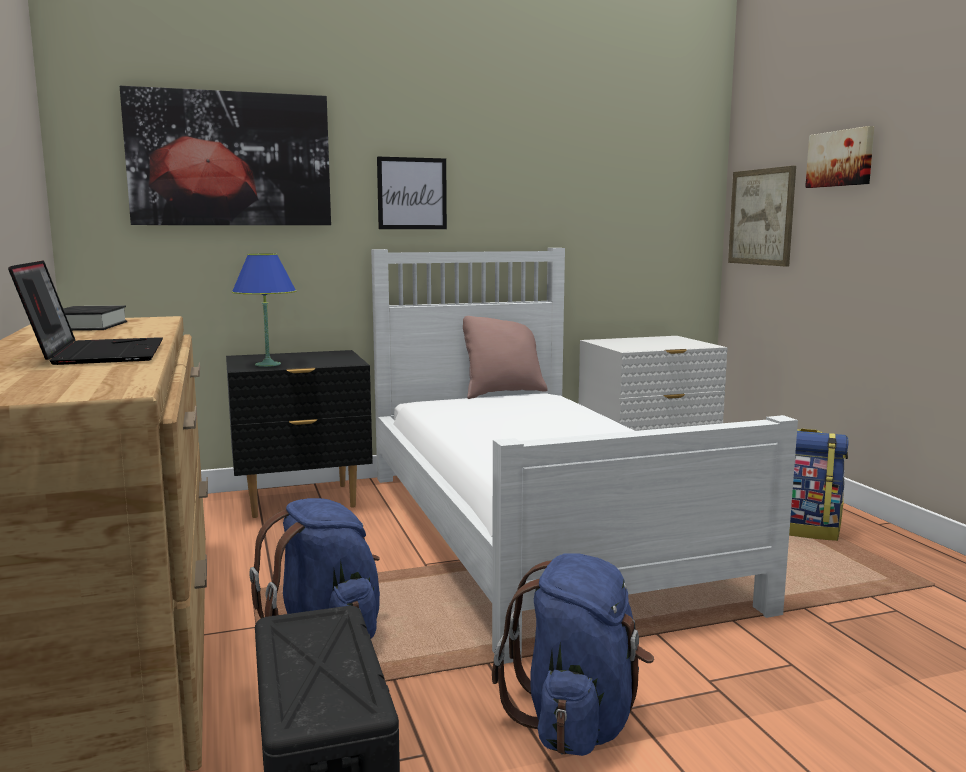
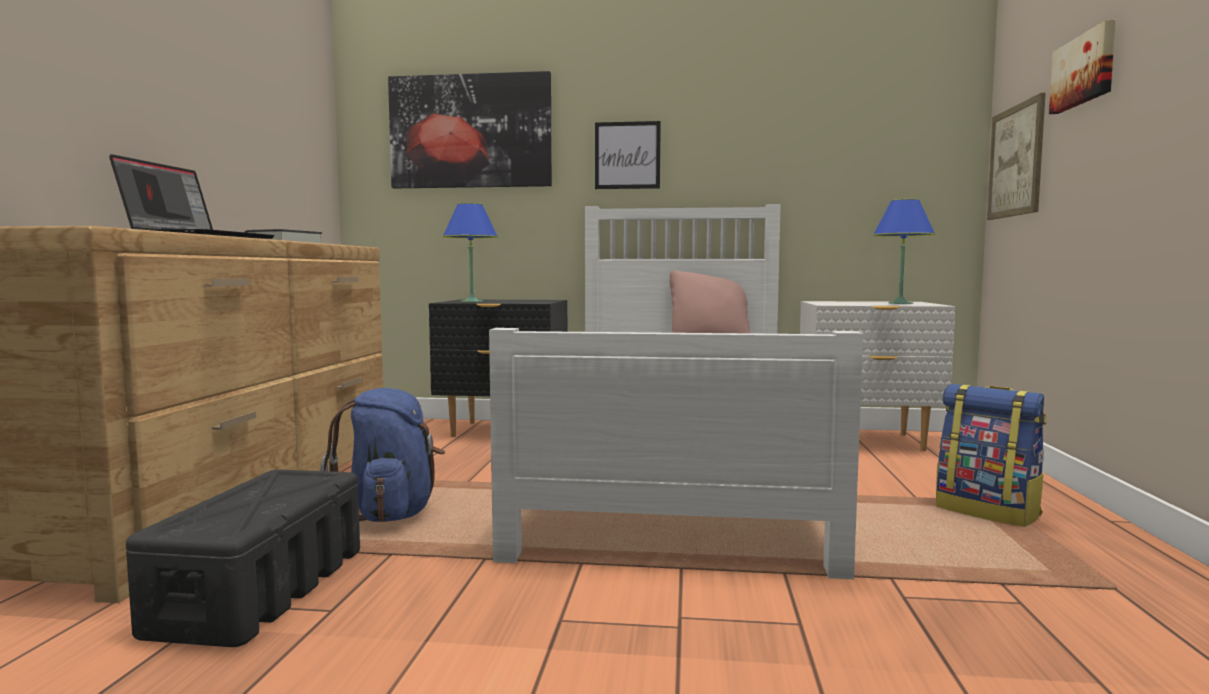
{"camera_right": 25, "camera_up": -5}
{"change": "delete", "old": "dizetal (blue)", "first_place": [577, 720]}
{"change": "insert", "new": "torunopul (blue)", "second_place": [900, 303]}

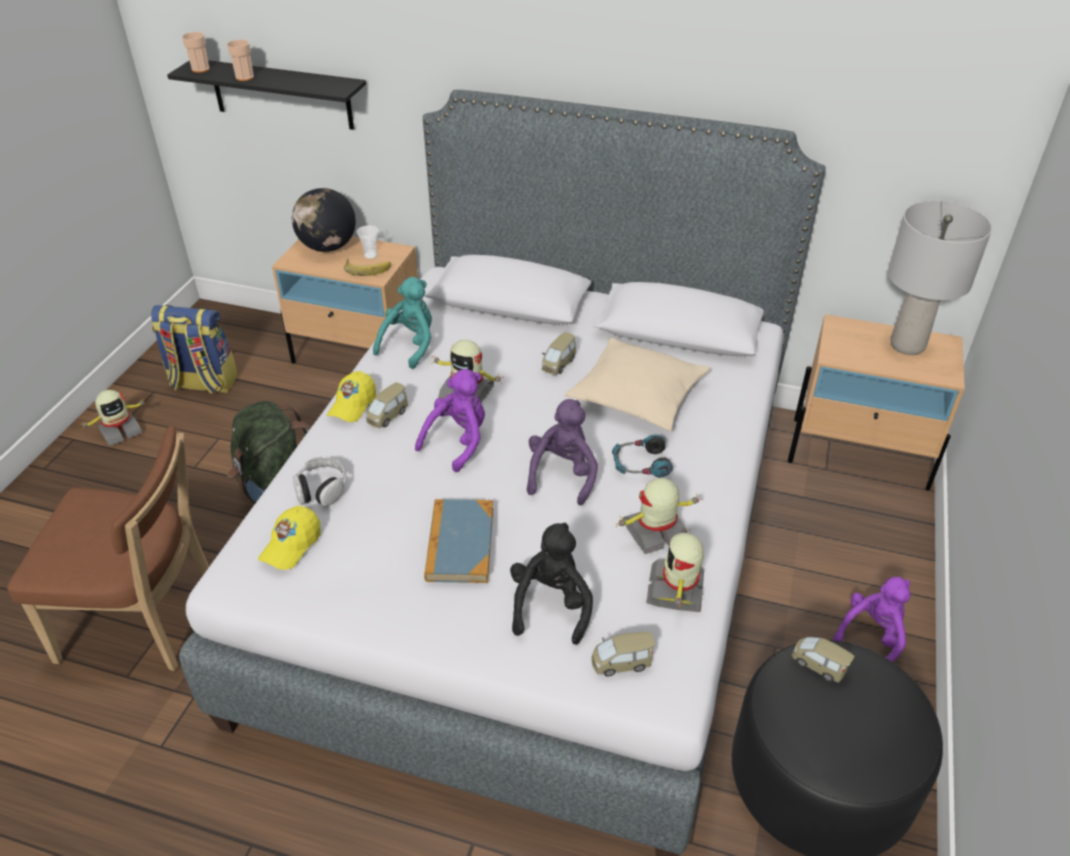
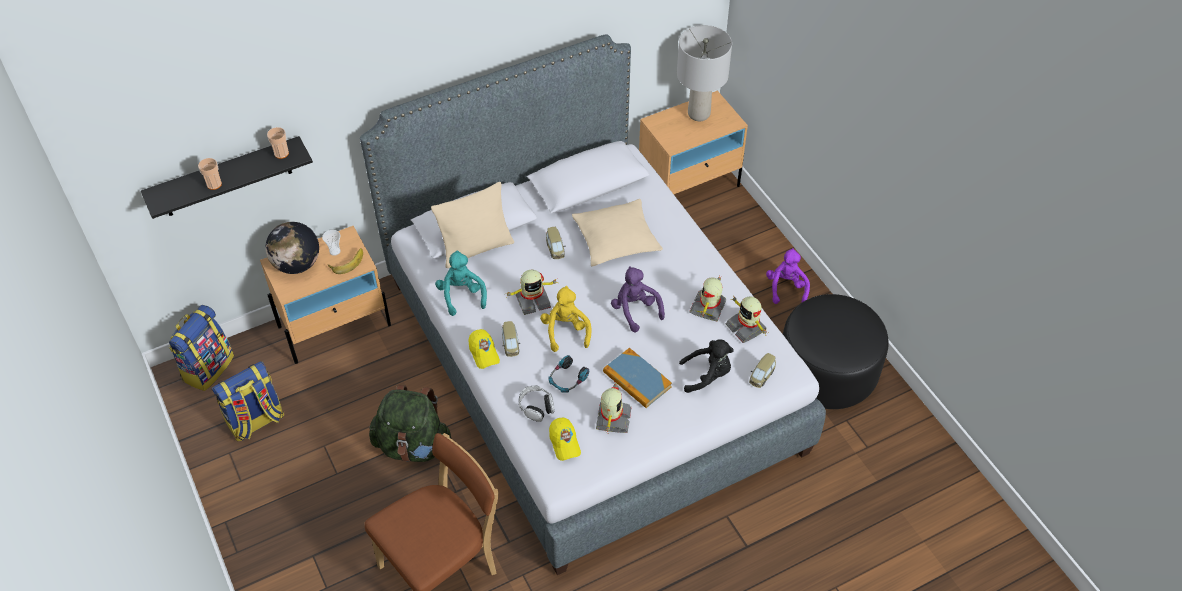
{"camera_right": -45, "camera_up": 10}
{"change": "move", "old": "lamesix", "first_place": [120, 431], "second_place": [612, 419]}
{"change": "move", "old": "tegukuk", "first_place": [200, 69], "second_place": [281, 153]}
{"change": "recolor", "old": "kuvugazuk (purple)", "new": "kuvugazuk (yellow)", "first_place": [458, 441], "second_place": [566, 331]}
{"change": "rotate", "old": "kuvugazuk (black)", "first_place": [551, 605], "second_place": [707, 375], "degrees": 120}
{"change": "move", "old": "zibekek", "first_place": [640, 464], "second_place": [567, 379]}
{"change": "delete", "old": "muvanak", "first_place": [819, 664]}
{"change": "insert", "new": "dizetal", "second_place": [208, 367]}
{"change": "insert", "new": "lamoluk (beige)", "second_place": [476, 248]}

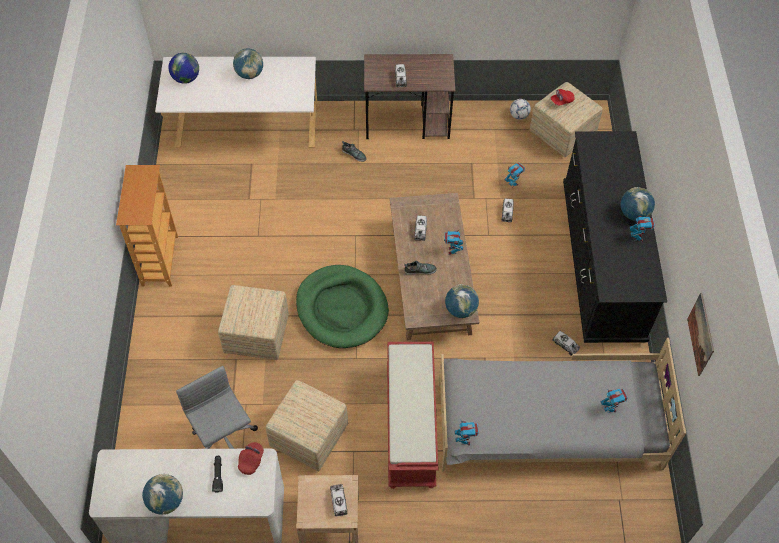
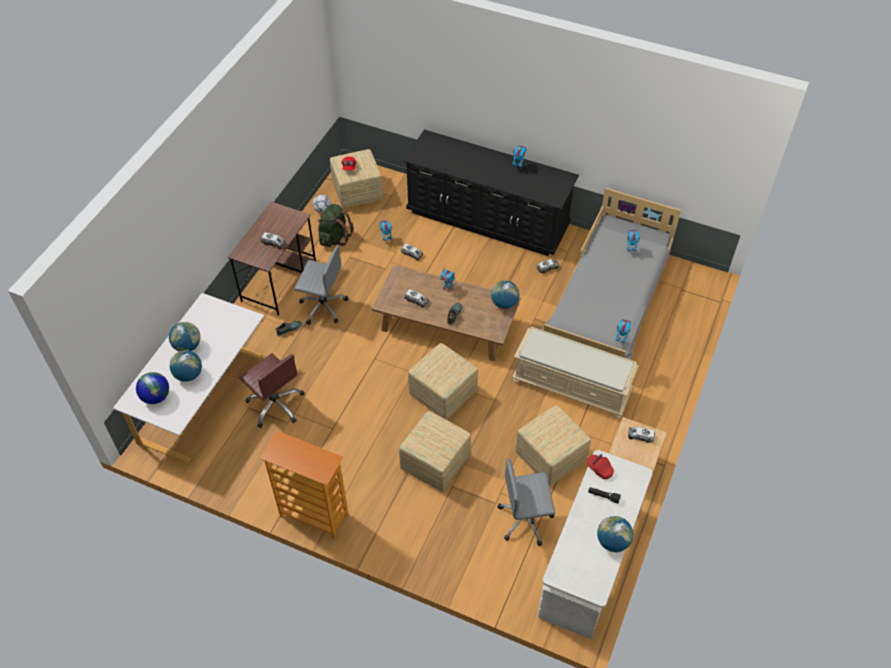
{"camera_right": -65, "camera_up": -5}
{"change": "replace", "old": "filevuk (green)", "new": "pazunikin", "first_place": [341, 308], "second_place": [442, 393]}
{"change": "recolor", "old": "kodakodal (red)", "new": "kodakodal (beige)", "first_place": [411, 426], "second_place": [572, 386]}
{"change": "move", "old": "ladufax", "first_place": [634, 214], "second_place": [189, 375]}
{"change": "delete", "old": "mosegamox", "first_place": [700, 334]}
{"change": "insert", "new": "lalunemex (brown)", "second_place": [276, 404]}
{"change": "insert", "new": "lalunemex (grey)", "second_place": [322, 306]}
{"change": "insert", "new": "dizetal (green)", "second_place": [334, 237]}

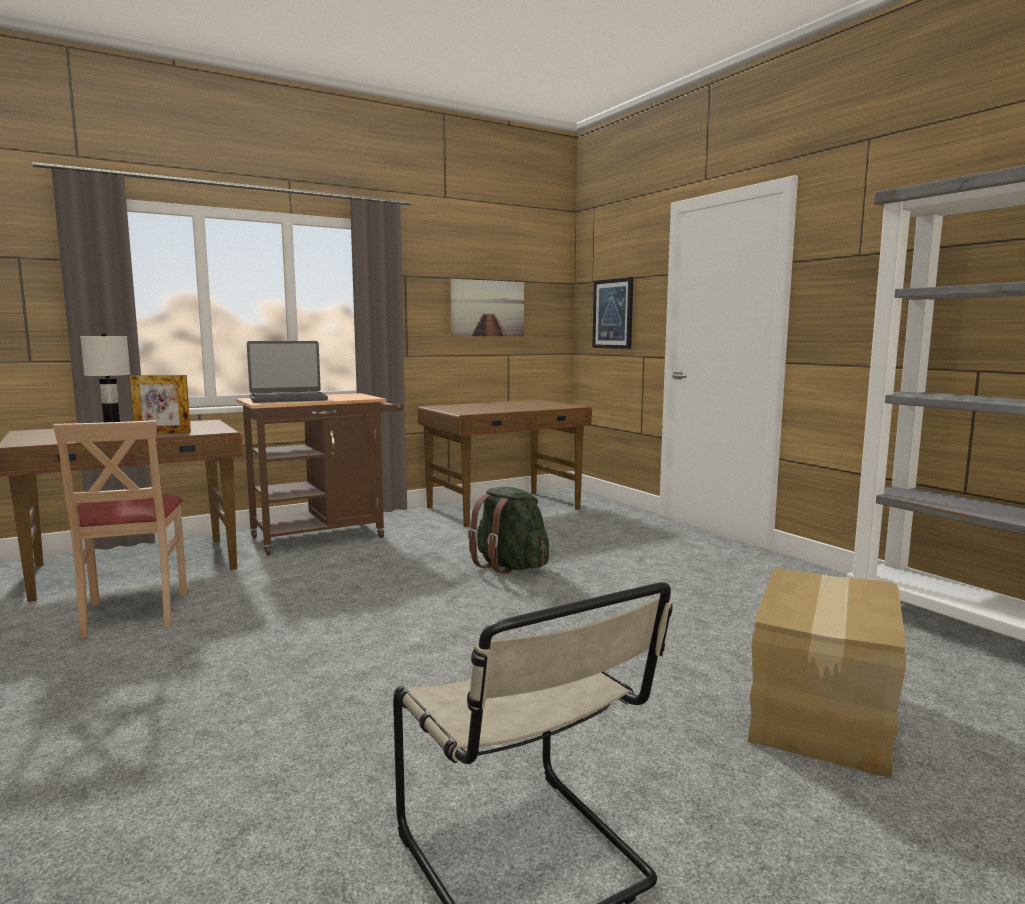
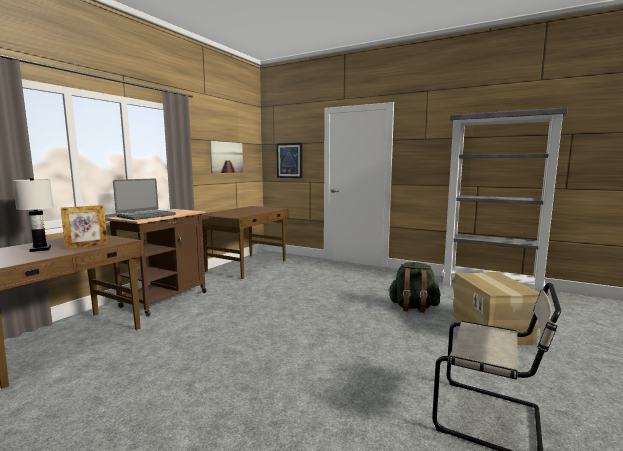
{"camera_right": -30, "camera_up": 0}
{"change": "delete", "old": "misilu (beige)", "first_place": [133, 613]}
{"change": "move", "old": "dizetal (green)", "first_place": [509, 567], "second_place": [413, 307]}

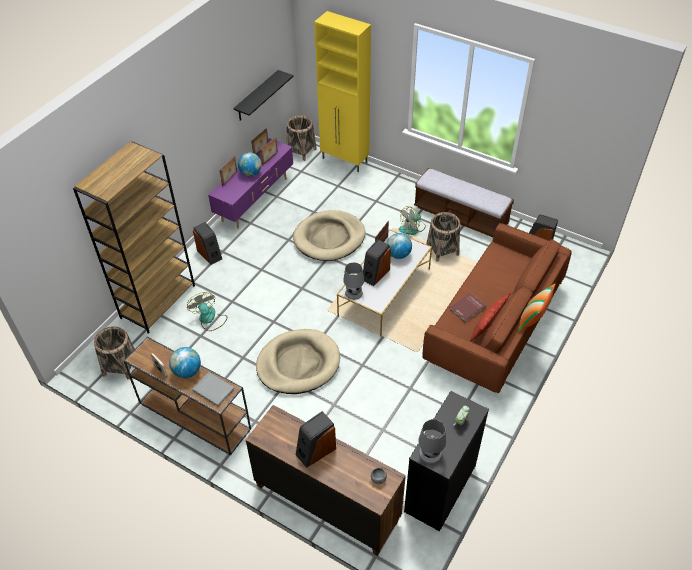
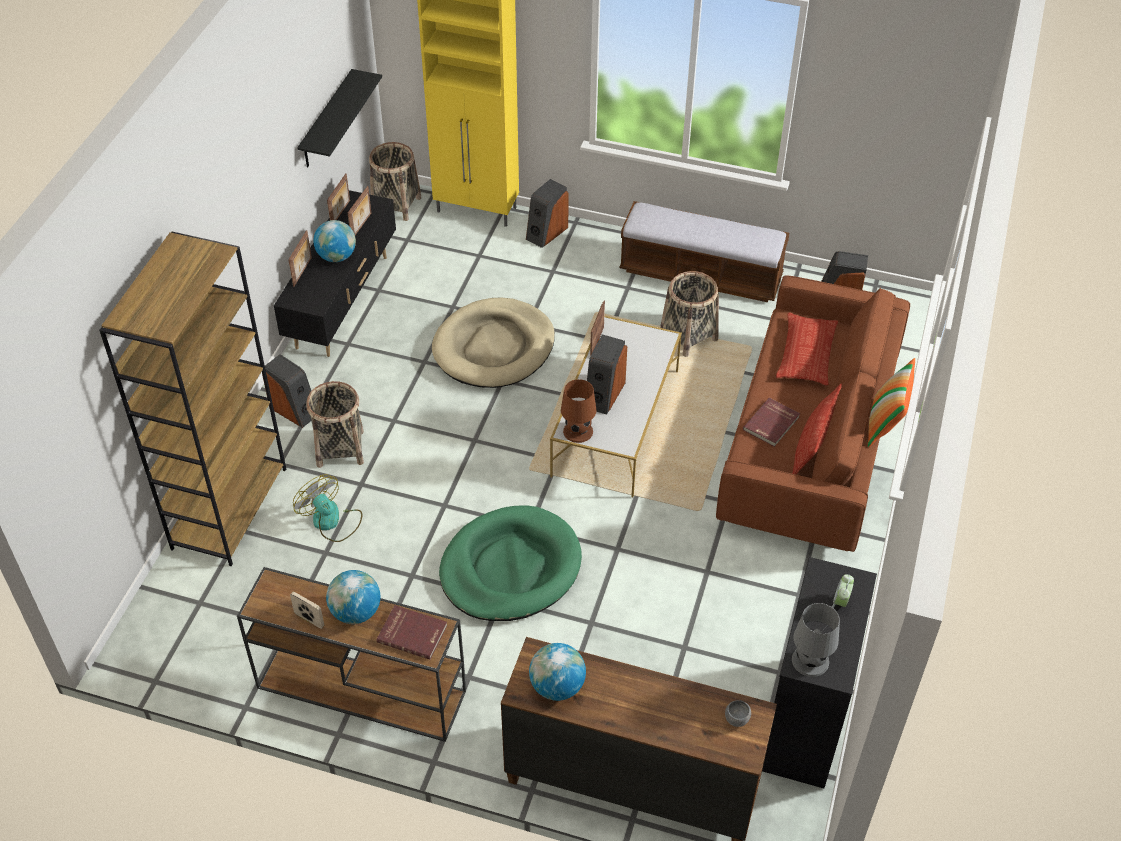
{"camera_right": -15, "camera_up": 0}
{"change": "move", "old": "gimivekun", "first_place": [121, 366], "second_place": [340, 448]}
{"change": "recolor", "old": "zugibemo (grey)", "new": "zugibemo (red)", "first_place": [214, 389], "second_place": [412, 633]}
{"change": "recolor", "old": "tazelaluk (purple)", "new": "tazelaluk (black)", "first_place": [255, 200], "second_place": [343, 302]}
{"change": "recolor", "old": "filevuk (beige)", "new": "filevuk (green)", "first_place": [298, 364], "second_place": [510, 568]}
{"change": "move", "old": "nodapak", "first_place": [315, 450], "second_place": [546, 232]}
{"change": "recolor", "old": "torunopul (grey)", "new": "torunopul (brown)", "first_place": [353, 292], "second_place": [577, 431]}
{"change": "move", "old": "ladufax", "first_place": [398, 254], "second_place": [557, 686]}
{"change": "delete", "old": "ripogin", "first_place": [412, 228]}
{"change": "insert", "new": "lamoluk", "second_place": [806, 354]}

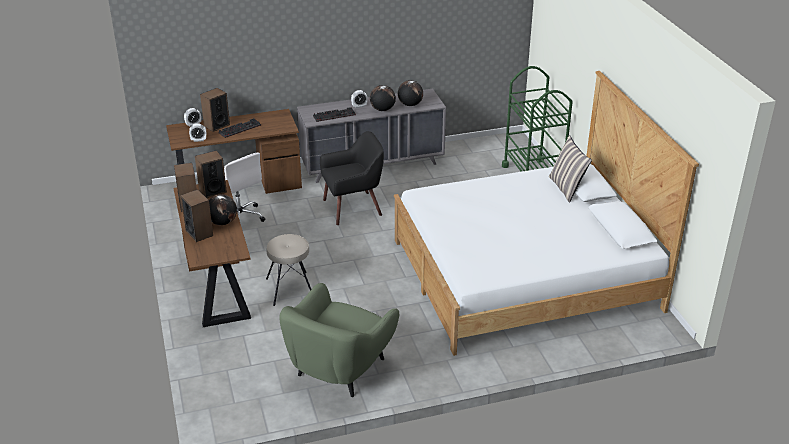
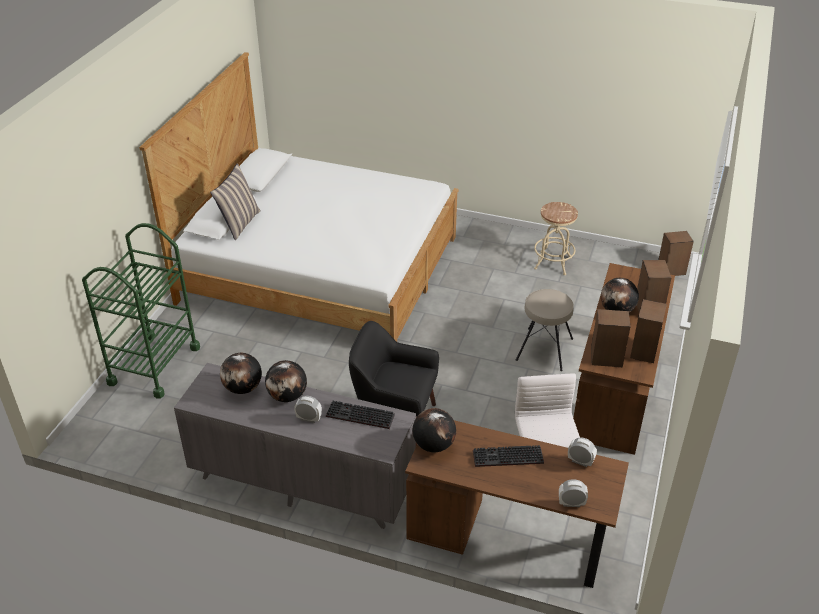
{"camera_right": -145, "camera_up": 5}
{"change": "move", "old": "nodapak", "first_place": [216, 125], "second_place": [671, 270]}
{"change": "replace", "old": "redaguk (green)", "new": "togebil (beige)", "first_place": [339, 369], "second_place": [553, 263]}
{"change": "insert", "new": "ladufax", "second_place": [433, 445]}

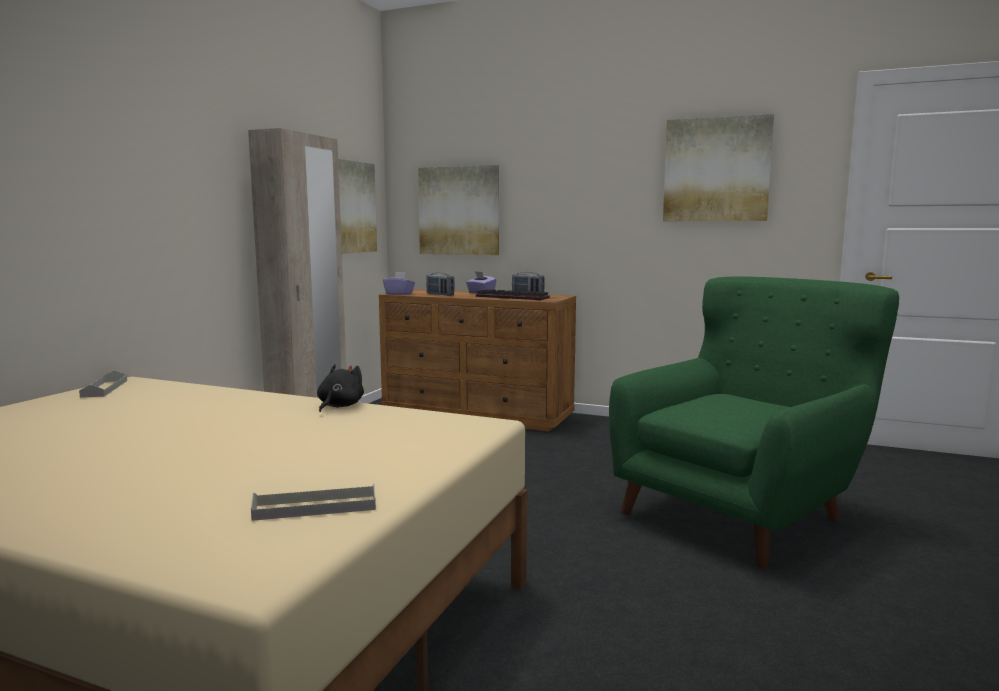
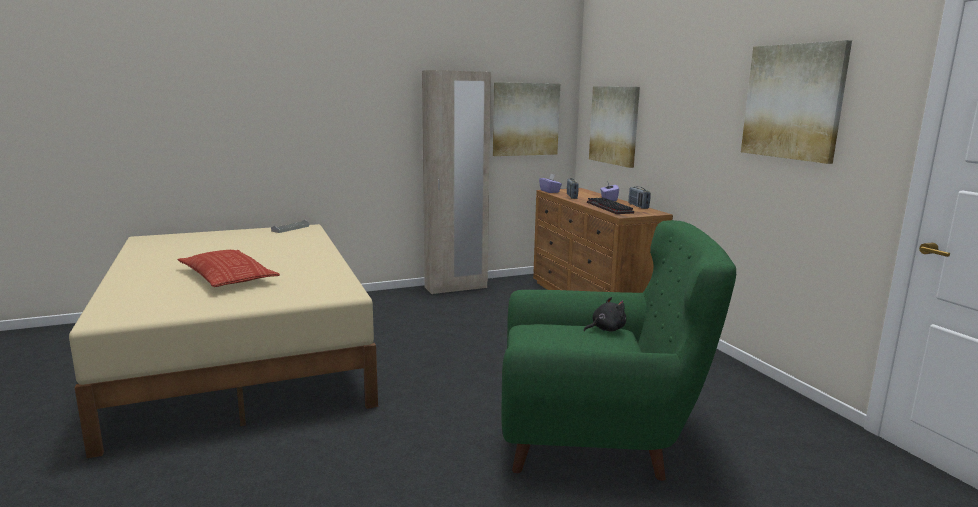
{"camera_right": 45, "camera_up": 5}
{"change": "delete", "old": "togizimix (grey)", "first_place": [315, 507]}
{"change": "move", "old": "kuvugazuk (black)", "first_place": [339, 406], "second_place": [606, 329]}
{"change": "insert", "new": "lamoluk", "second_place": [227, 276]}

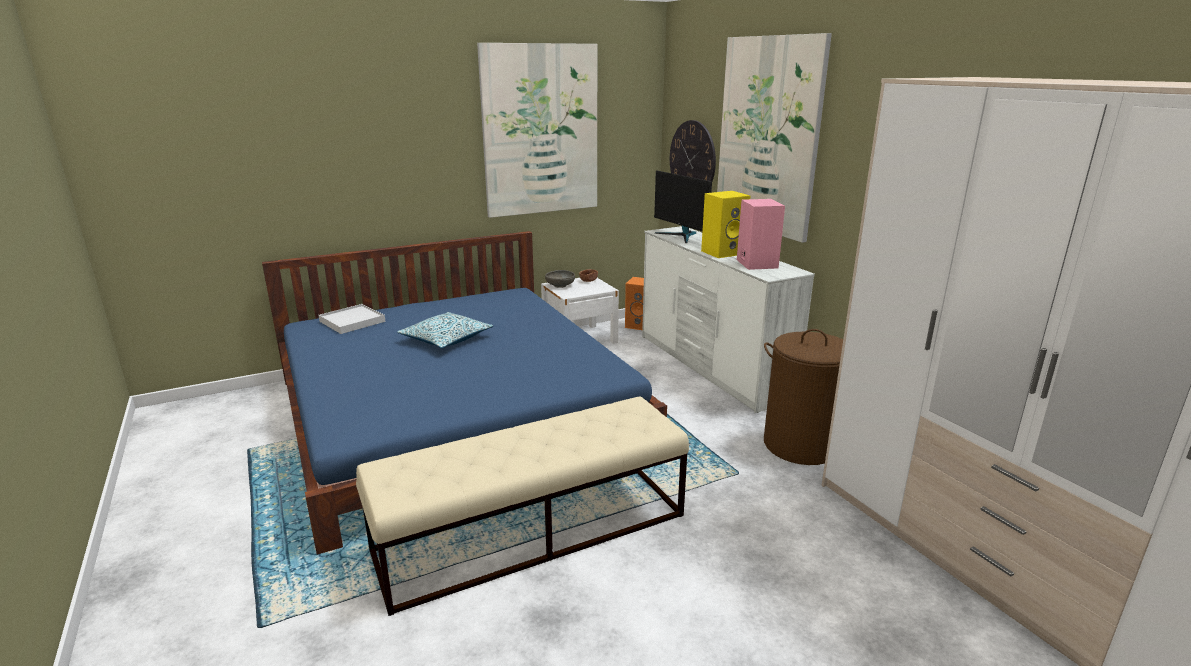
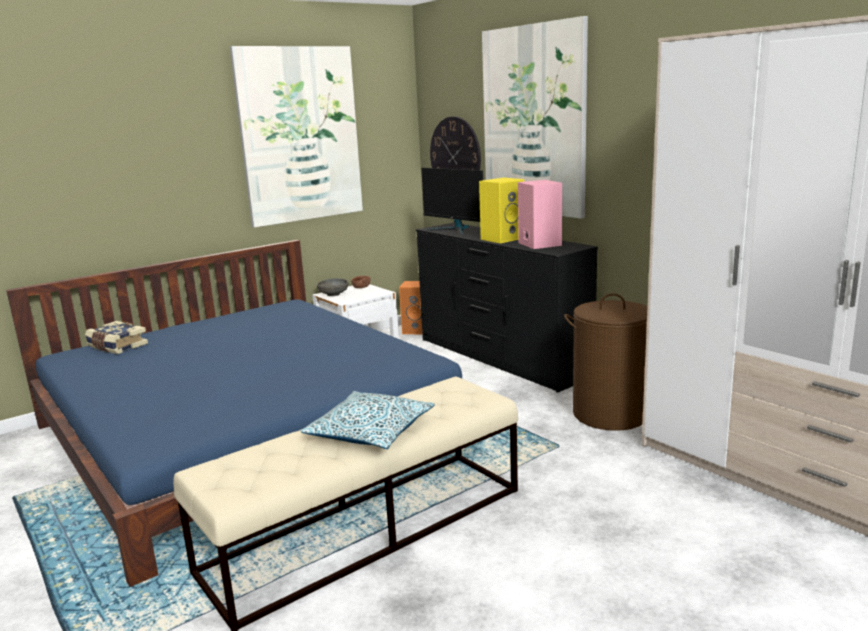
{"camera_right": -10, "camera_up": -5}
{"change": "replace", "old": "togizimix (white)", "new": "zugibemo", "first_place": [352, 321], "second_place": [116, 347]}
{"change": "move", "old": "lamoluk", "first_place": [446, 339], "second_place": [370, 432]}
{"change": "recolor", "old": "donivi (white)", "new": "donivi (black)", "first_place": [711, 367], "second_place": [500, 358]}

